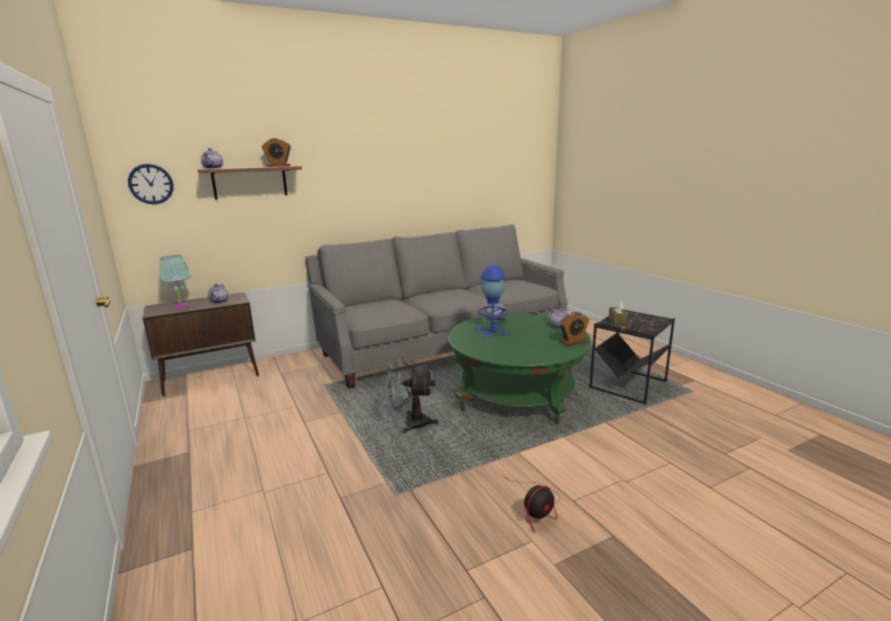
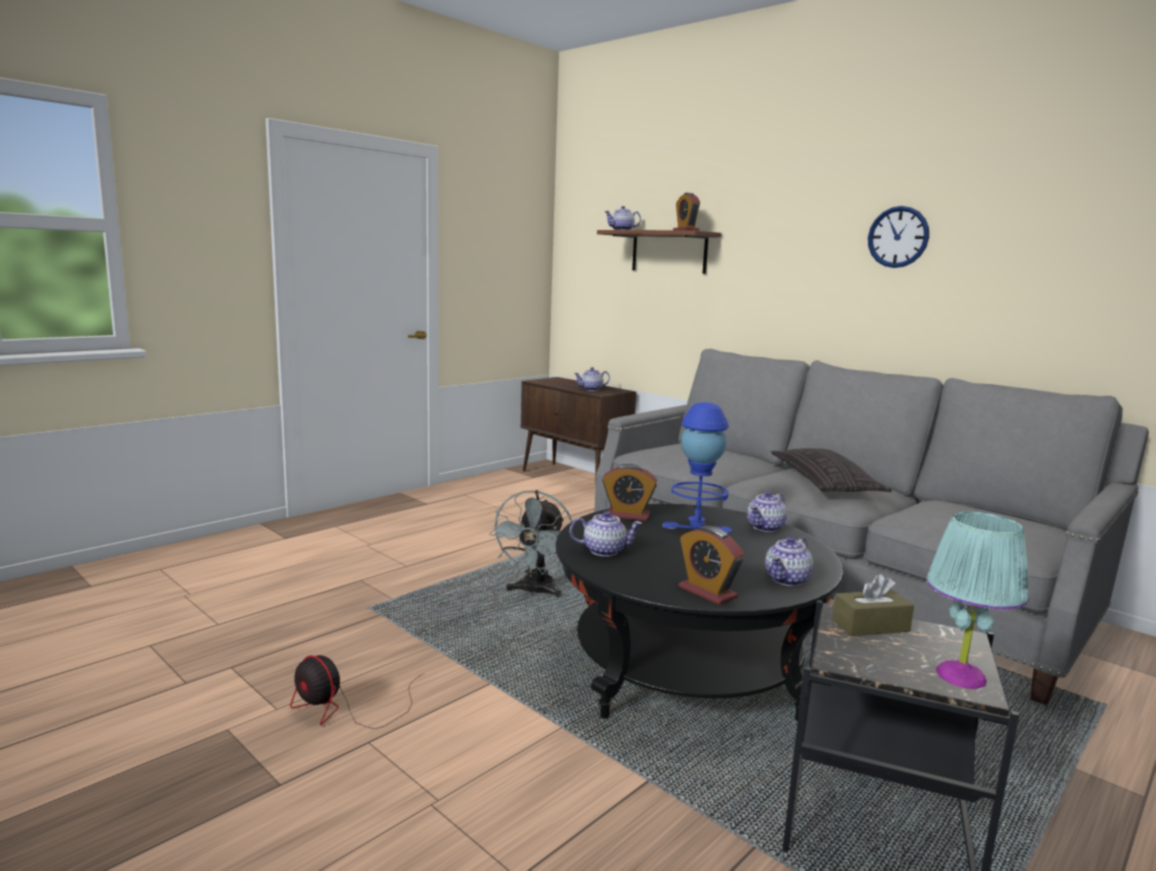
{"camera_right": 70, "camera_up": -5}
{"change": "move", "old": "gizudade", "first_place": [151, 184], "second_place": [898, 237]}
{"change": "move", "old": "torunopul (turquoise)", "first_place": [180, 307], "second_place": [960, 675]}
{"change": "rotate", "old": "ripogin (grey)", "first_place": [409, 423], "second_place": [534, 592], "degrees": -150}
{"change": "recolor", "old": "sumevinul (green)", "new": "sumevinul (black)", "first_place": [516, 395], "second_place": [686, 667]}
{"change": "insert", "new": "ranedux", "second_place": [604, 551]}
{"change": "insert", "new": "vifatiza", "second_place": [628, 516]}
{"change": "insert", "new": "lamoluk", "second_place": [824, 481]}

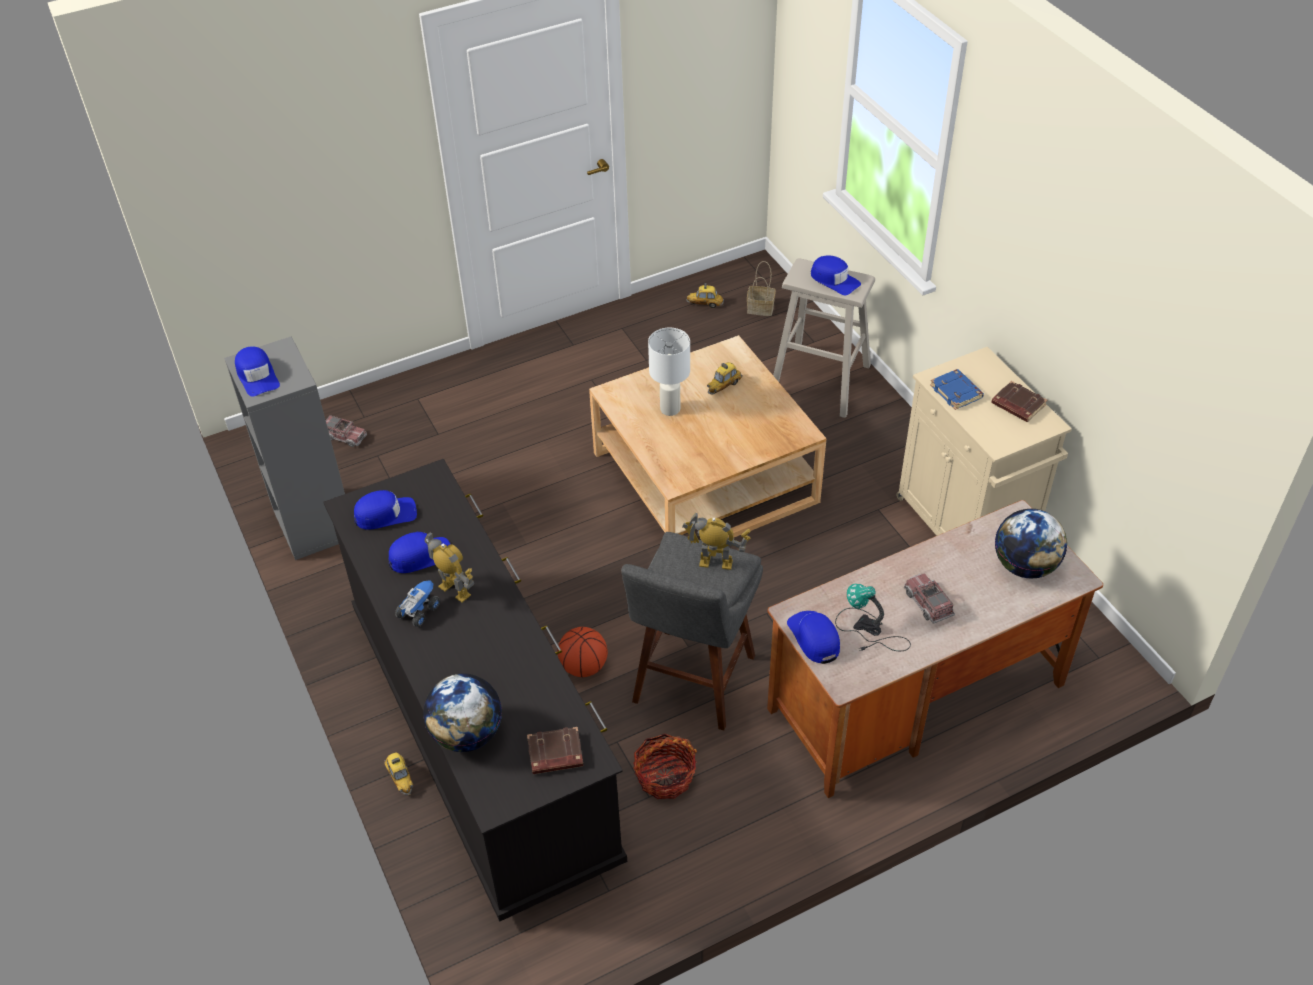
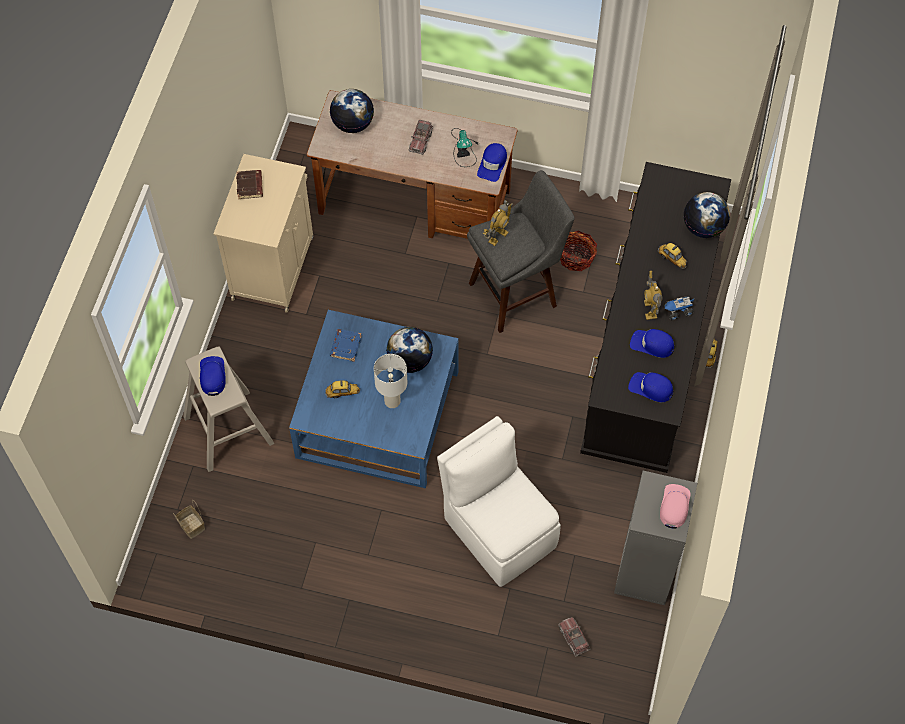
{"camera_right": -140, "camera_up": 15}
{"change": "recolor", "old": "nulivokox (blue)", "new": "nulivokox (pink)", "first_place": [257, 376], "second_place": [674, 506]}
{"change": "delete", "old": "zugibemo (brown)", "first_place": [555, 754]}
{"change": "delete", "old": "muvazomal", "first_place": [584, 667]}
{"change": "recolor", "old": "sumevinul (beige)", "new": "sumevinul (blue)", "first_place": [705, 477], "second_place": [377, 414]}
{"change": "rotate", "old": "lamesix", "first_place": [715, 563], "second_place": [497, 236], "degrees": -105}
{"change": "move", "old": "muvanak", "first_place": [705, 304], "second_place": [672, 259]}
{"change": "move", "old": "zugibemo (blue)", "first_place": [957, 392], "second_place": [345, 346]}
{"change": "insert", "new": "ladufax", "second_place": [410, 360]}
{"change": "insert", "new": "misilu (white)", "second_place": [498, 529]}

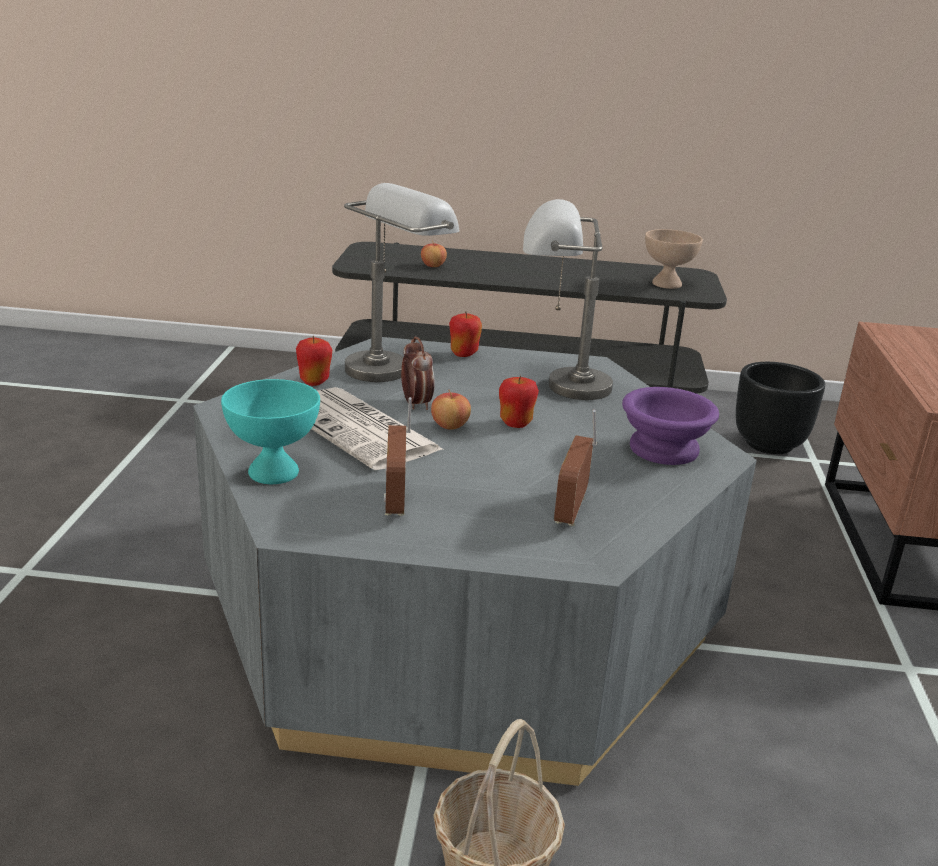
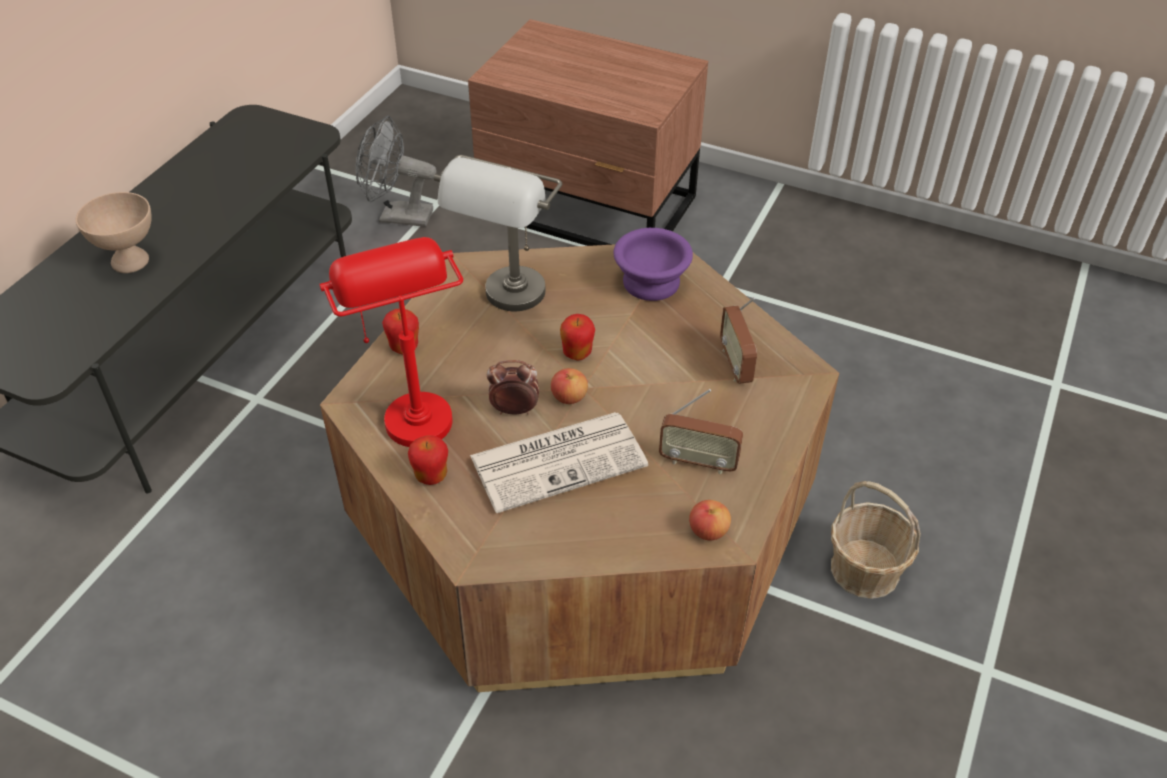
{"camera_right": -70, "camera_up": 20}
{"change": "recolor", "old": "sumevinul (grey)", "new": "sumevinul (brown)", "first_place": [458, 616], "second_place": [583, 515]}
{"change": "delete", "old": "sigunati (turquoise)", "first_place": [273, 471]}
{"change": "recolor", "old": "torunopul (grey)", "new": "torunopul (red)", "first_place": [392, 364], "second_place": [409, 407]}
{"change": "move", "old": "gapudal", "first_place": [433, 265], "second_place": [708, 531]}
{"change": "rotate", "old": "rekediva", "first_place": [571, 510], "second_place": [736, 364], "degrees": 45}
{"change": "move", "old": "sigunati (beige)", "first_place": [667, 284], "second_place": [131, 261]}
{"change": "replace", "old": "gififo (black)", "new": "ripogin (grey)", "first_place": [768, 444], "second_place": [397, 216]}

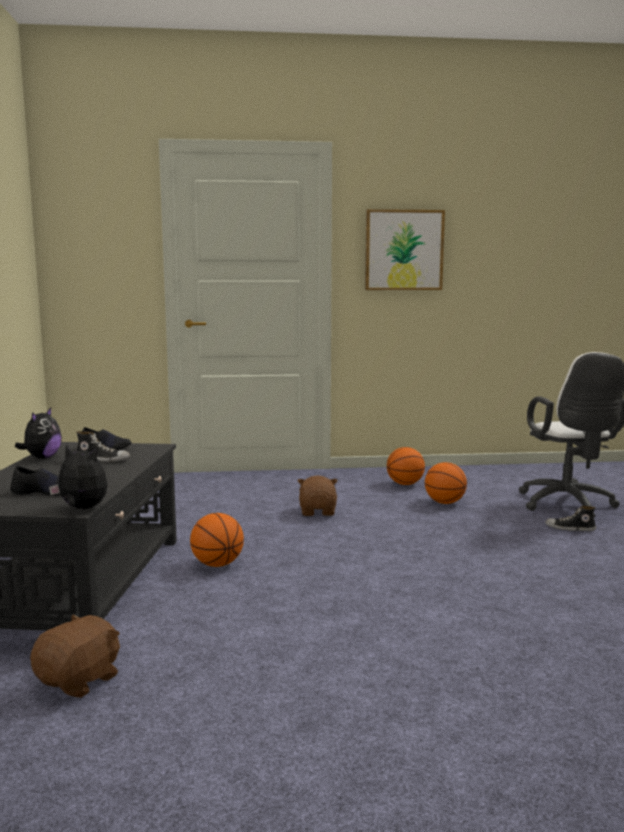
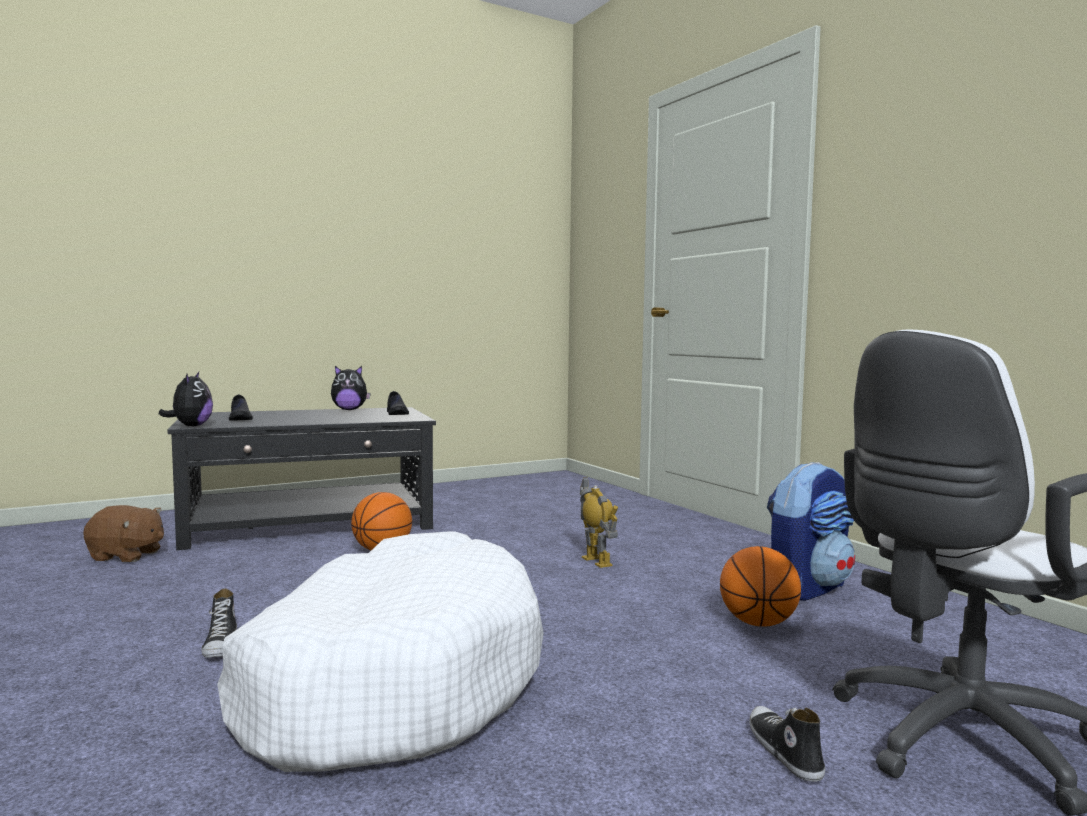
{"camera_right": 65, "camera_up": -5}
{"change": "move", "old": "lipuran", "first_place": [103, 460], "second_place": [221, 644]}
{"change": "replace", "old": "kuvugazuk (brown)", "new": "lamesix", "first_place": [318, 511], "second_place": [597, 561]}
{"change": "delete", "old": "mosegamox", "first_place": [404, 250]}
{"change": "replace", "old": "muvazomal", "new": "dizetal", "first_place": [405, 484], "second_place": [806, 588]}
{"change": "insert", "new": "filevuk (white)", "second_place": [391, 681]}

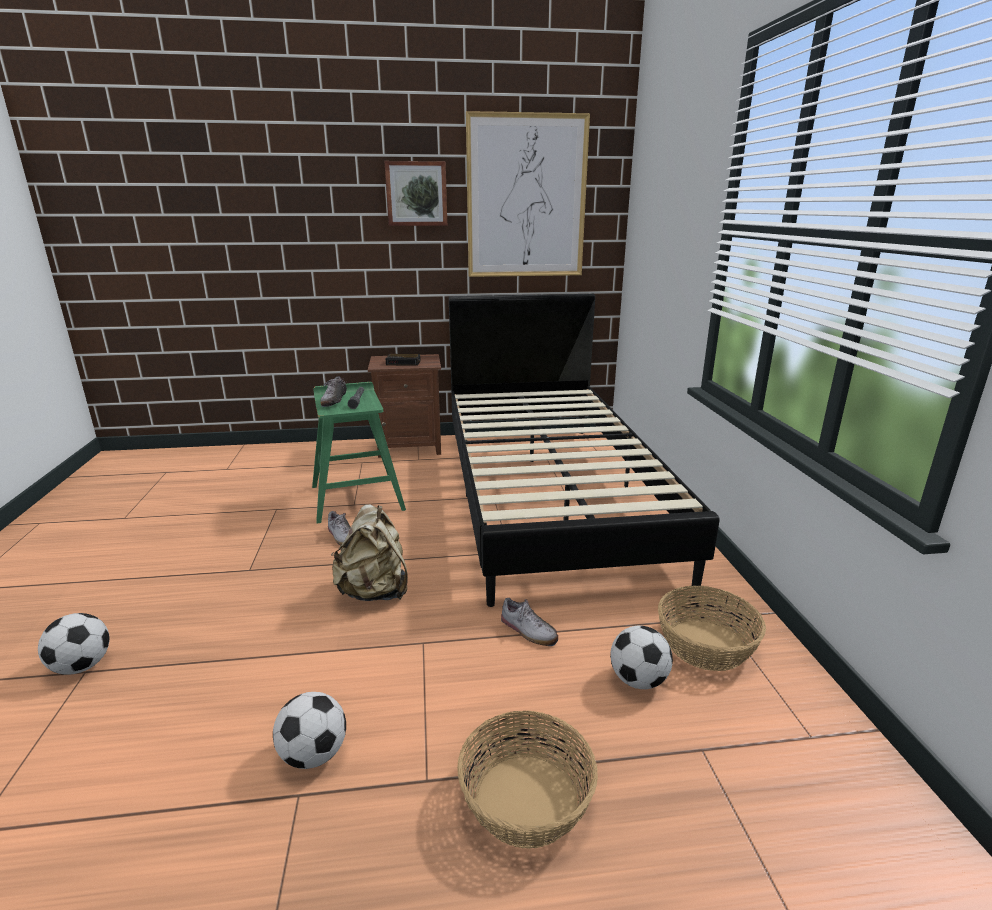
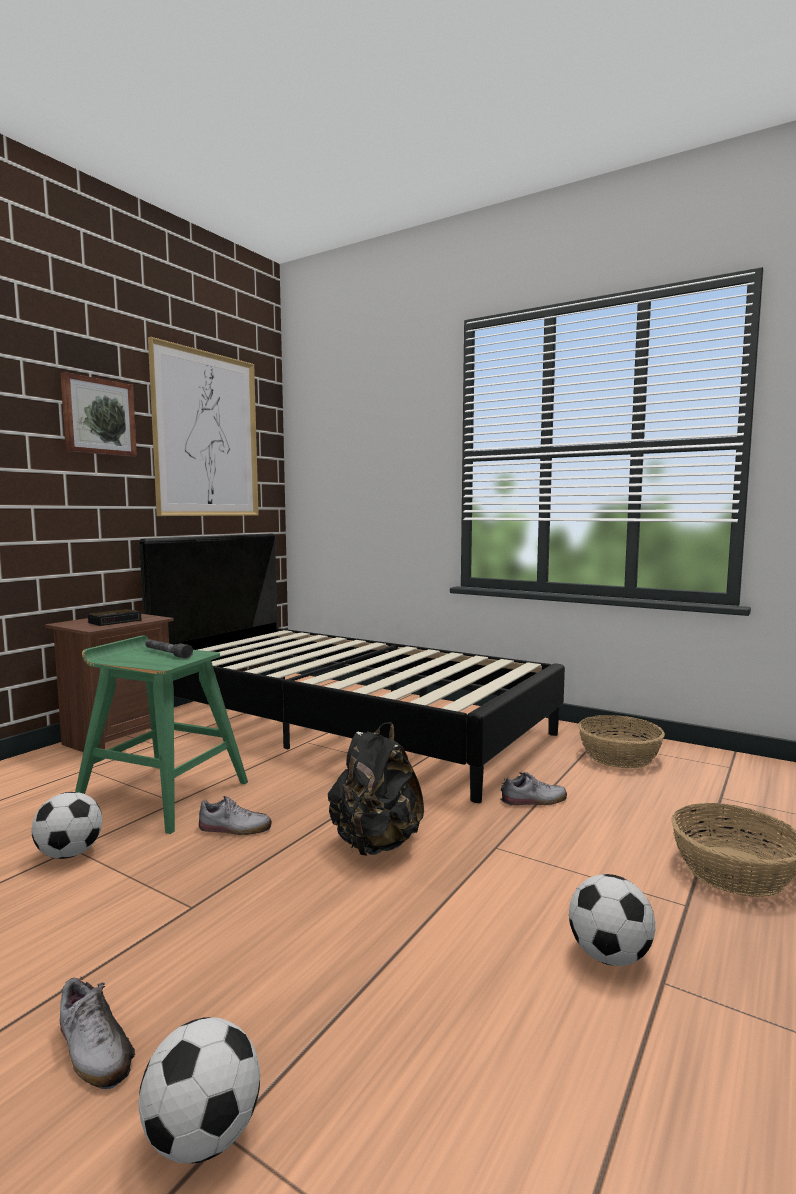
{"camera_right": -50, "camera_up": -15}
{"change": "move", "old": "lipuran", "first_place": [334, 400], "second_place": [94, 1048]}
{"change": "recolor", "old": "dizetal (beige)", "new": "dizetal (black)", "first_place": [374, 592], "second_place": [375, 844]}
{"change": "move", "old": "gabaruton", "first_place": [638, 680], "second_place": [70, 854]}

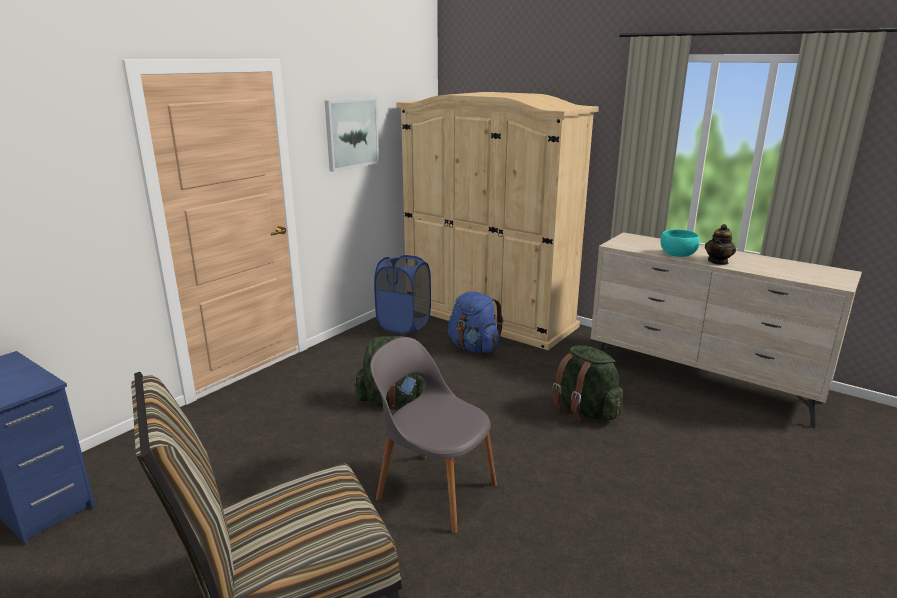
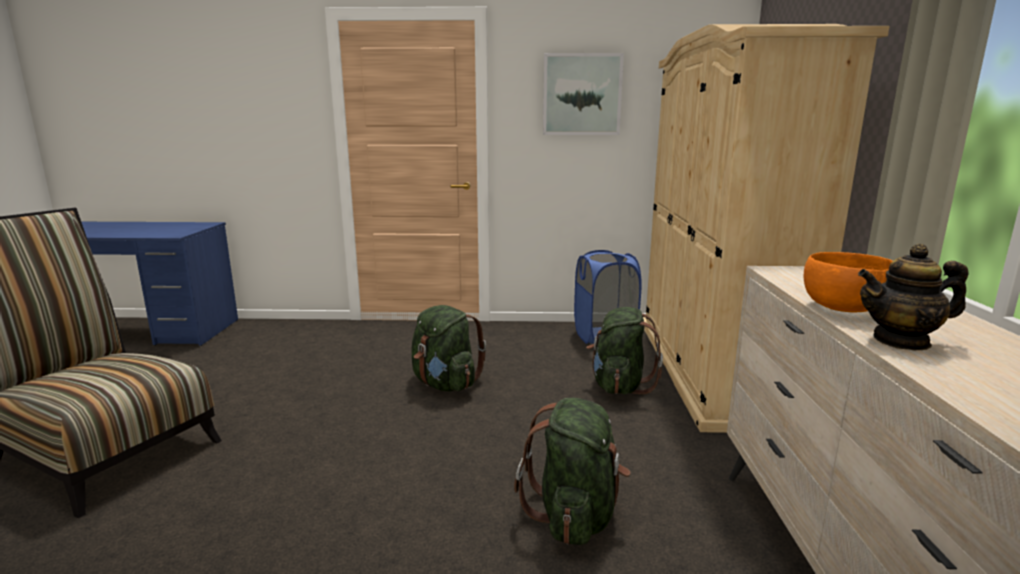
{"camera_right": 55, "camera_up": -5}
{"change": "delete", "old": "misilu (grey)", "first_place": [434, 490]}
{"change": "recolor", "old": "dizetal (blue)", "new": "dizetal (green)", "first_place": [474, 348], "second_place": [619, 386]}
{"change": "recolor", "old": "sigunati (turquoise)", "new": "sigunati (orange)", "first_place": [678, 255], "second_place": [843, 309]}

